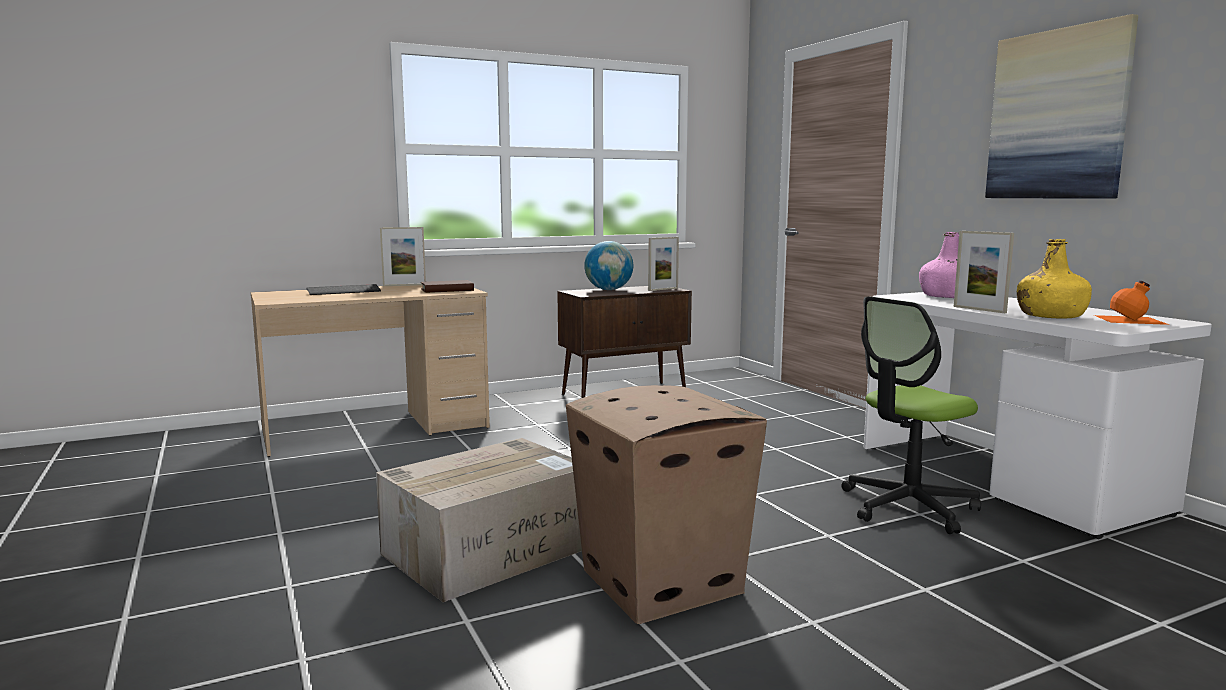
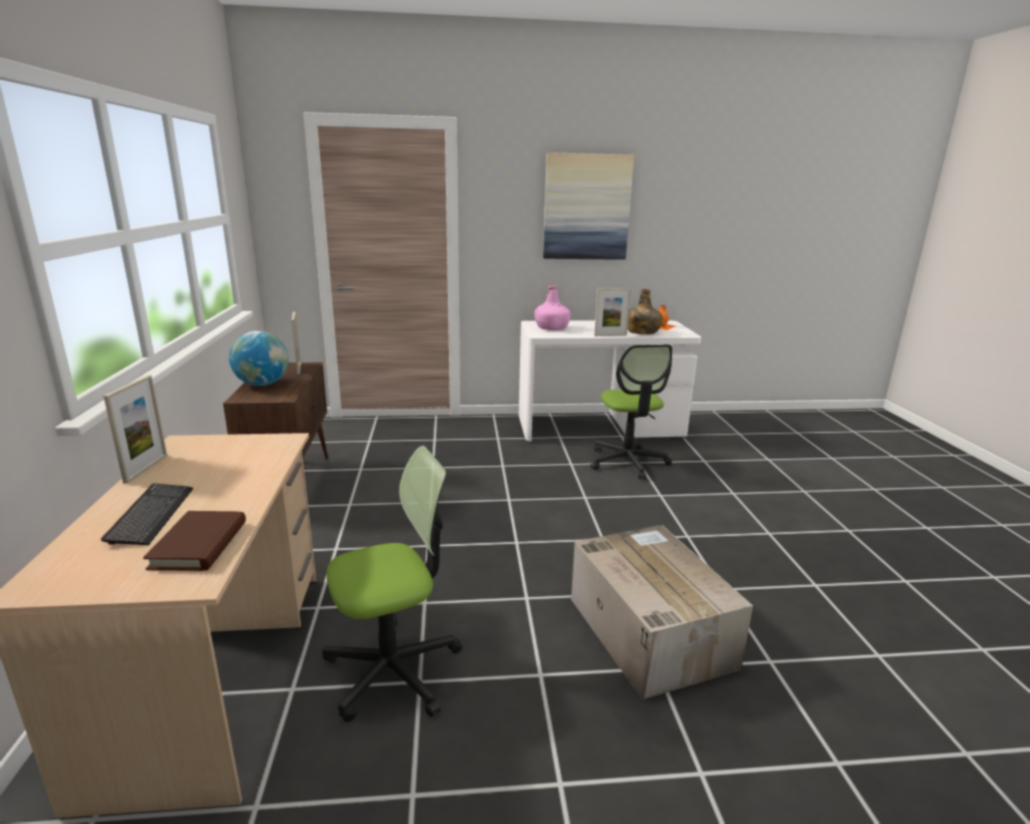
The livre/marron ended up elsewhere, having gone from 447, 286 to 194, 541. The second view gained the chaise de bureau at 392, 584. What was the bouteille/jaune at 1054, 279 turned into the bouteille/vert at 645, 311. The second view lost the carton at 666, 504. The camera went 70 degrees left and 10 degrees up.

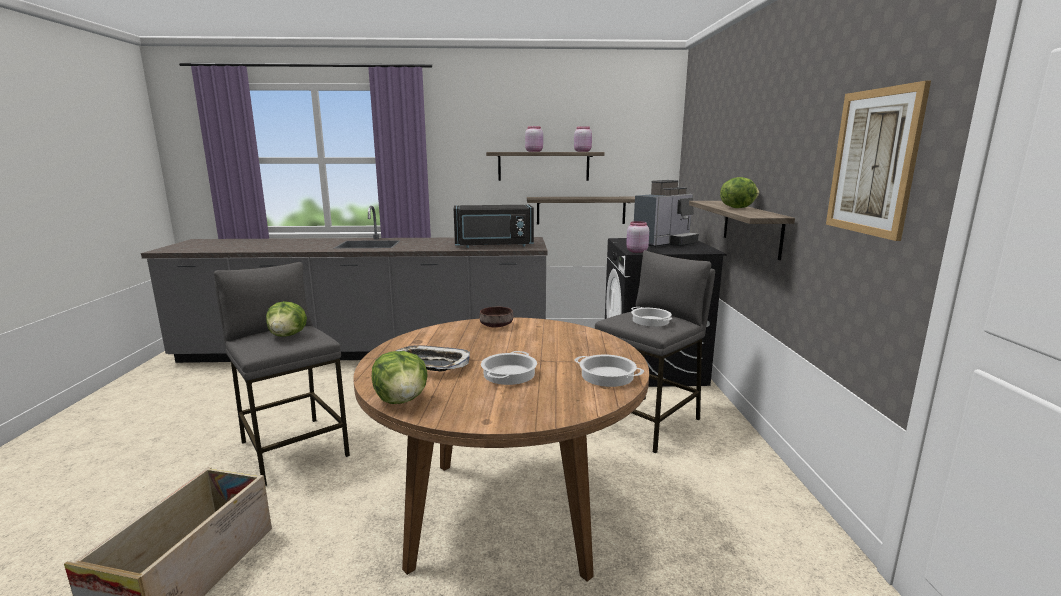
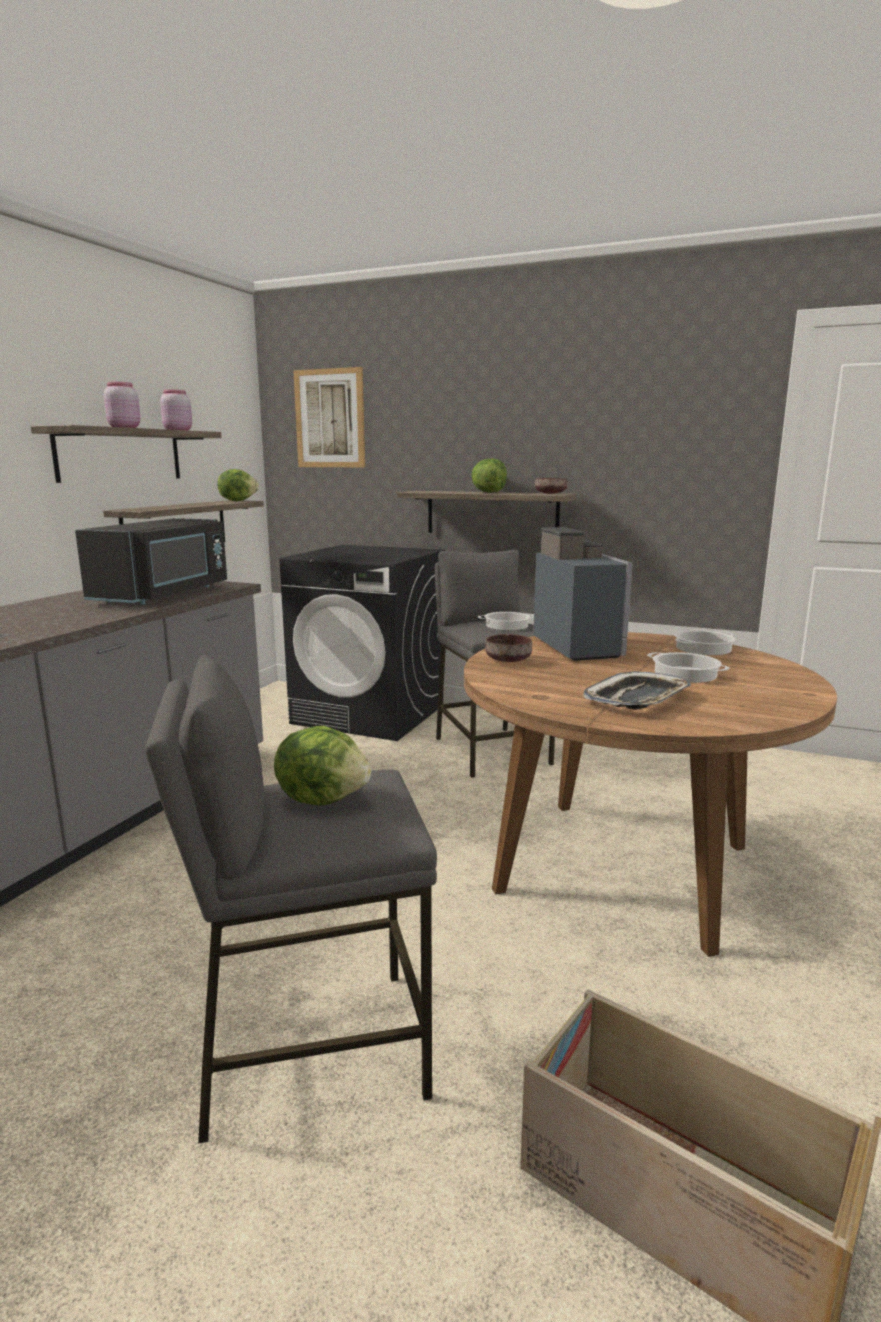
The laitue ended up elsewhere, having gone from 400, 377 to 238, 485. The tableau ended up elsewhere, having gone from 878, 161 to 329, 417. The machine à café ended up elsewhere, having gone from 666, 213 to 583, 594. The second view gained the bol/marron at 551, 486. The second view lost the bocal/rose at 637, 237. The camera went 65 degrees left and 0 degrees up.

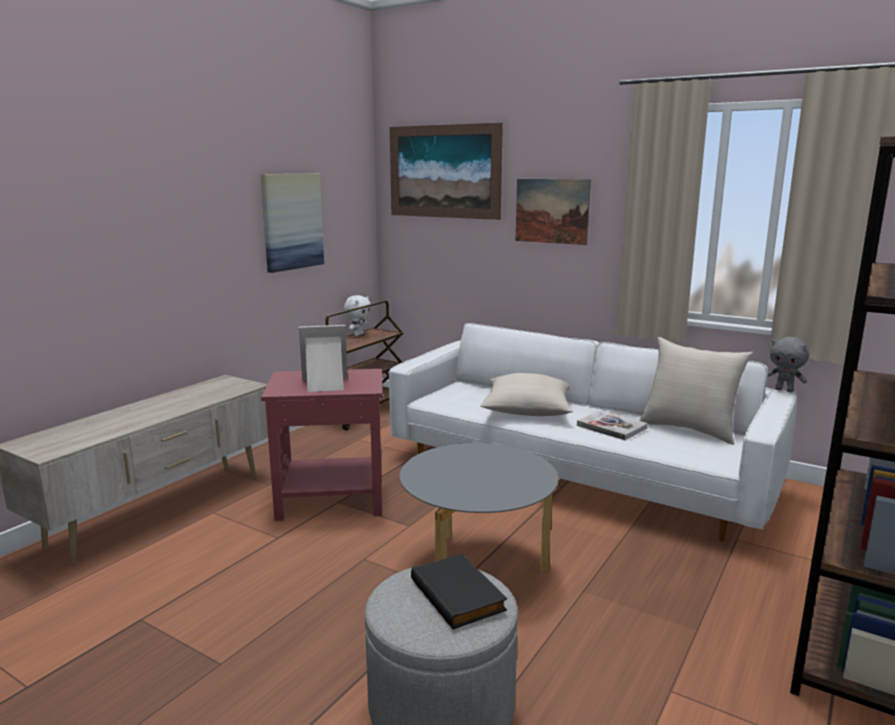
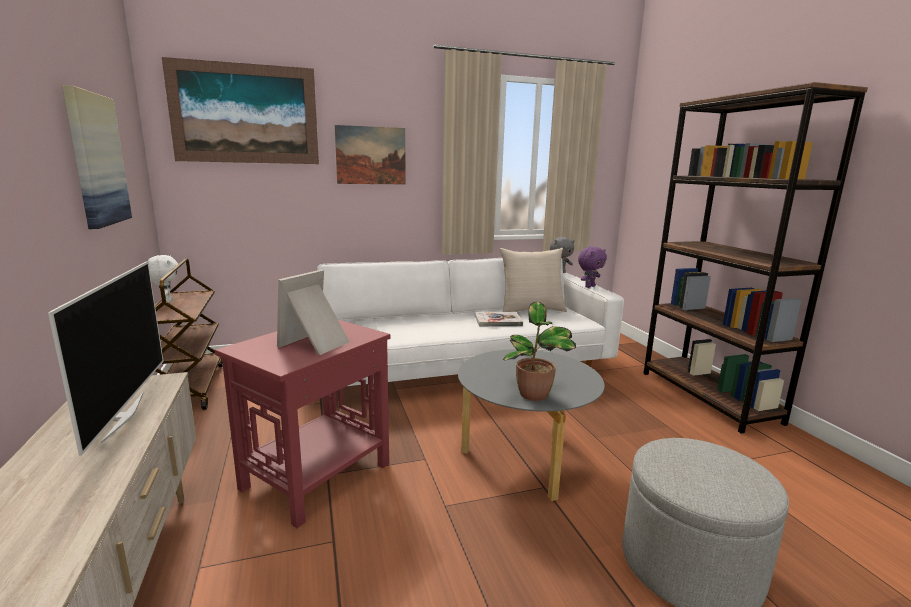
The second view gained the téléviseur at 106, 358. The second view gained the plante en pot at 539, 351. The second view gained the peluche/violet at 592, 267. The second view lost the livre/noir at 459, 591. The second view lost the coussin/beige at 526, 394. The camera went 50 degrees left and 0 degrees up.

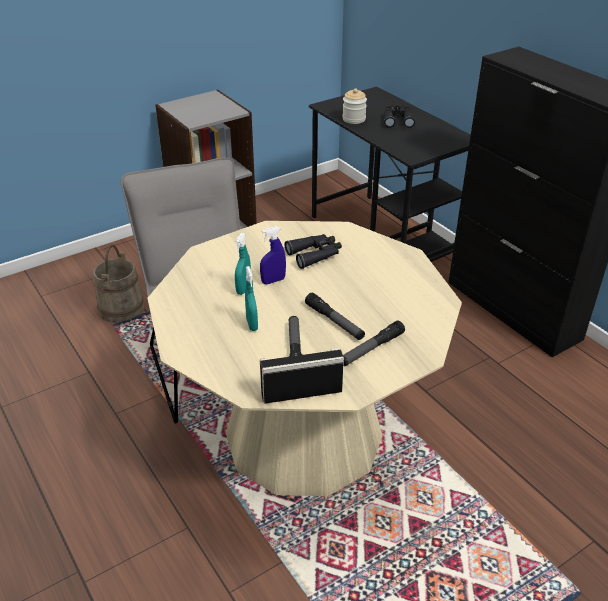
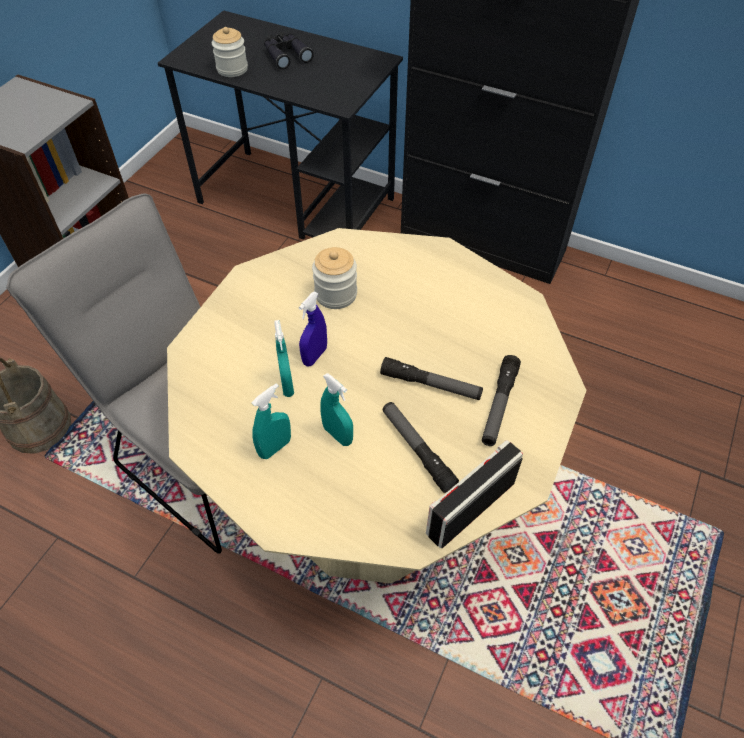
The second view gained the vaporisateur/turquoise at 271, 421. Where the jumelles/noir stood at 313, 251, the bocal came to stand at 334, 278. The camera went 30 degrees left and 15 degrees up.

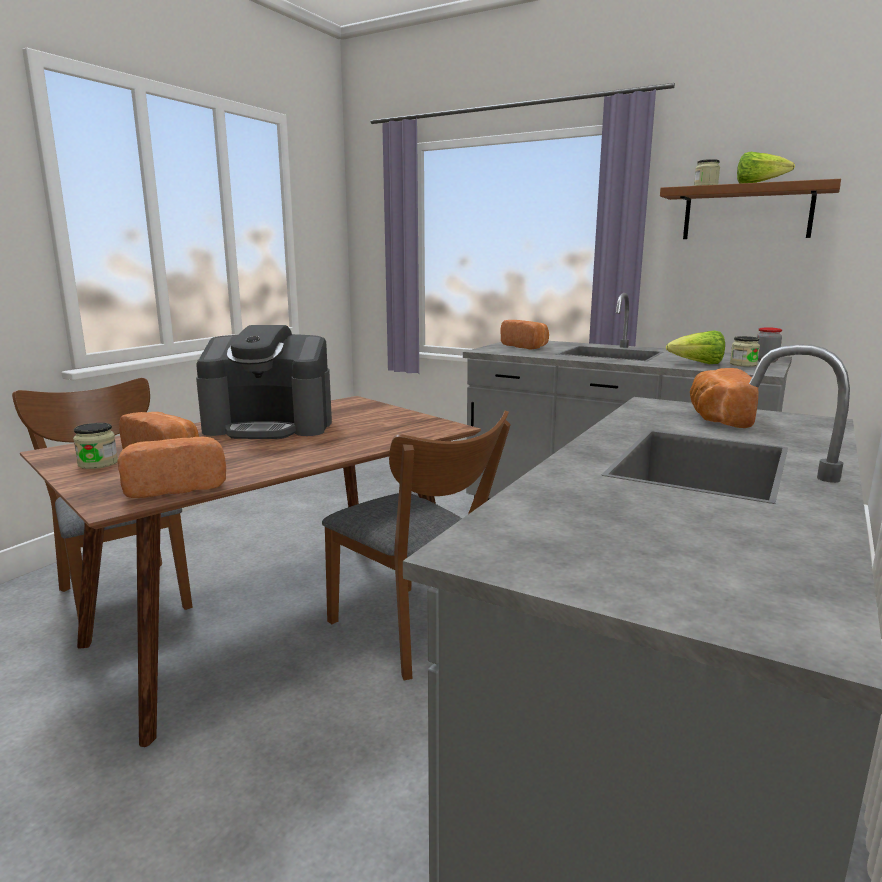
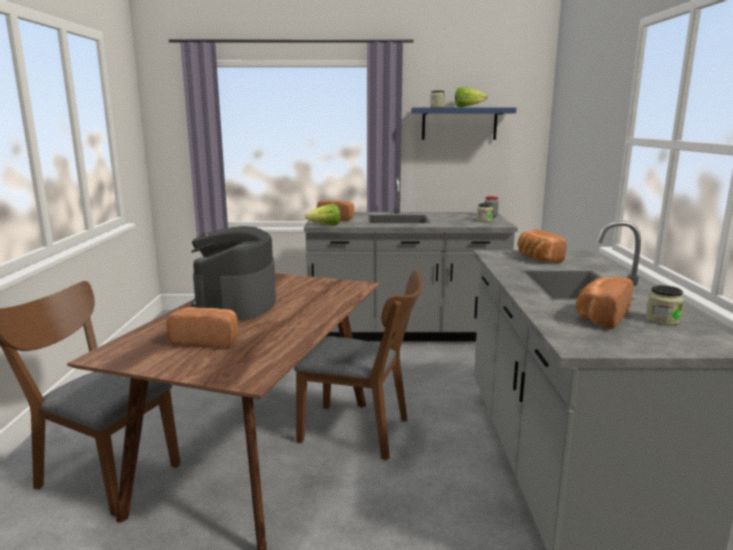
The machine à café at 264, 382 ended up facing another way, 120 degrees clockwise from before. The laitue ended up elsewhere, having gone from 695, 347 to 323, 214. What was the étagère/marron at 750, 209 turned into the étagère/bleu at 463, 123. The pain ended up elsewhere, having gone from 172, 467 to 604, 302. The bocal ended up elsewhere, having gone from 95, 446 to 665, 305. The camera went 30 degrees left and 0 degrees up.

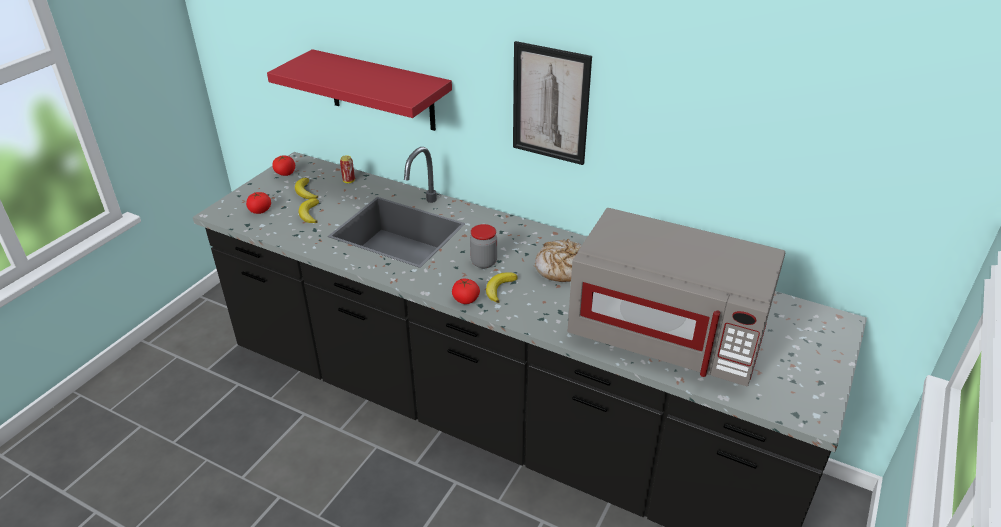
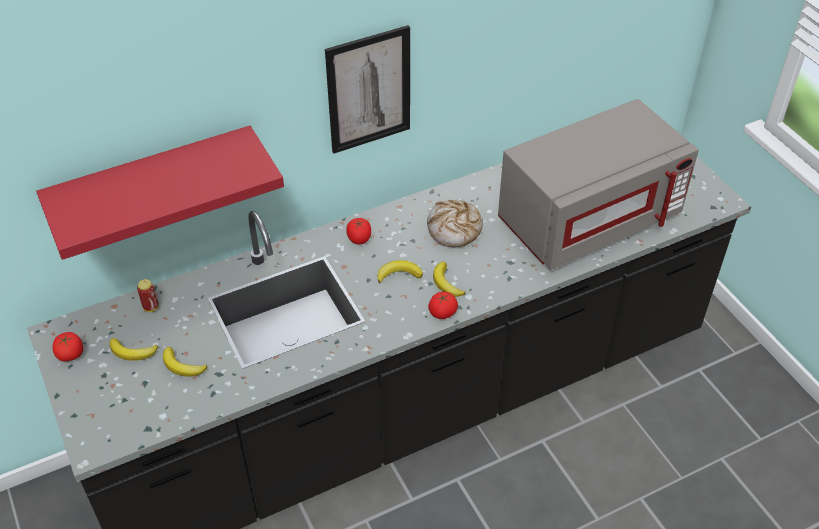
The tomate ended up elsewhere, having gone from 258, 203 to 358, 231. Where the bocal stood at 483, 246, the banane came to stand at 400, 271. The camera went 55 degrees left and 10 degrees up.

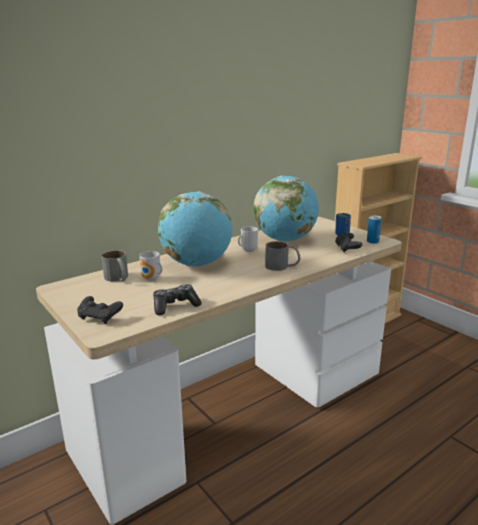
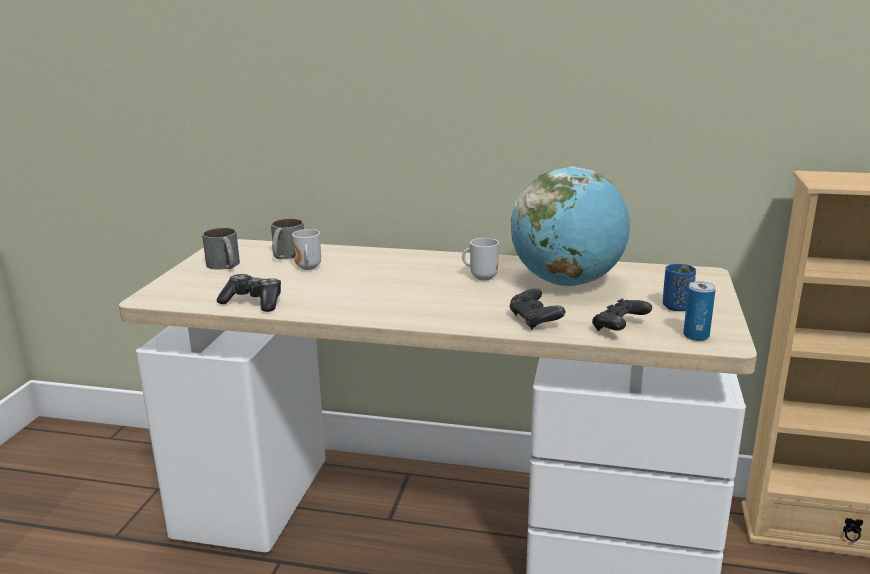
The mug/gris ended up elsewhere, having gone from 282, 256 to 221, 249. The manette/noir ended up elsewhere, having gone from 100, 310 to 537, 309. The second view lost the globe at 195, 229. The camera went 50 degrees right and 0 degrees up.

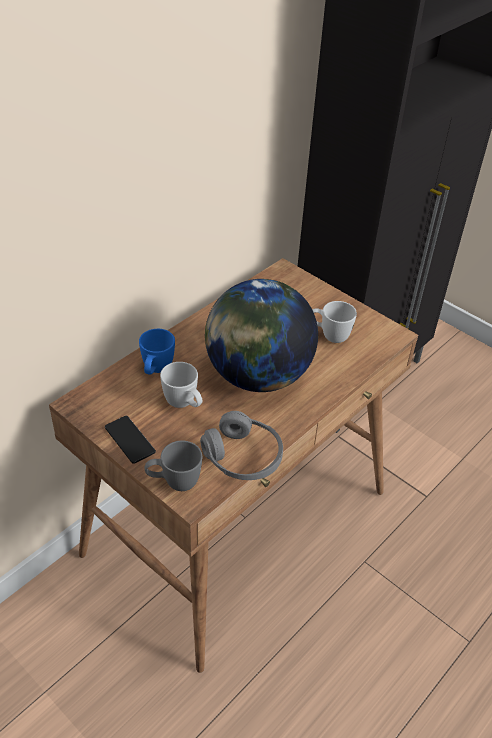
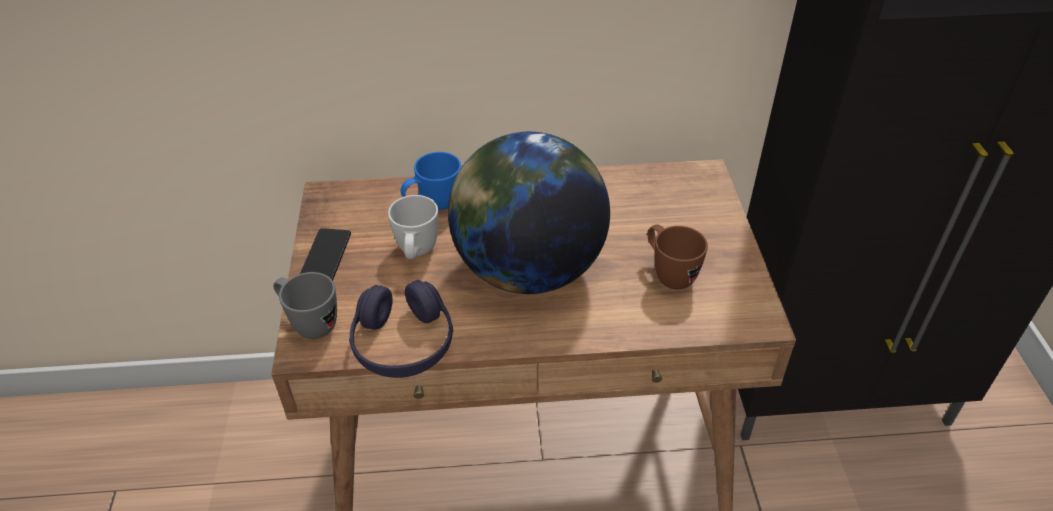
What was the casque audio/gris at 241, 445 turned into the casque audio/violet at 401, 329. What was the mug/blanc at 334, 322 turned into the mug/marron at 677, 256. The camera went 45 degrees right and 0 degrees up.

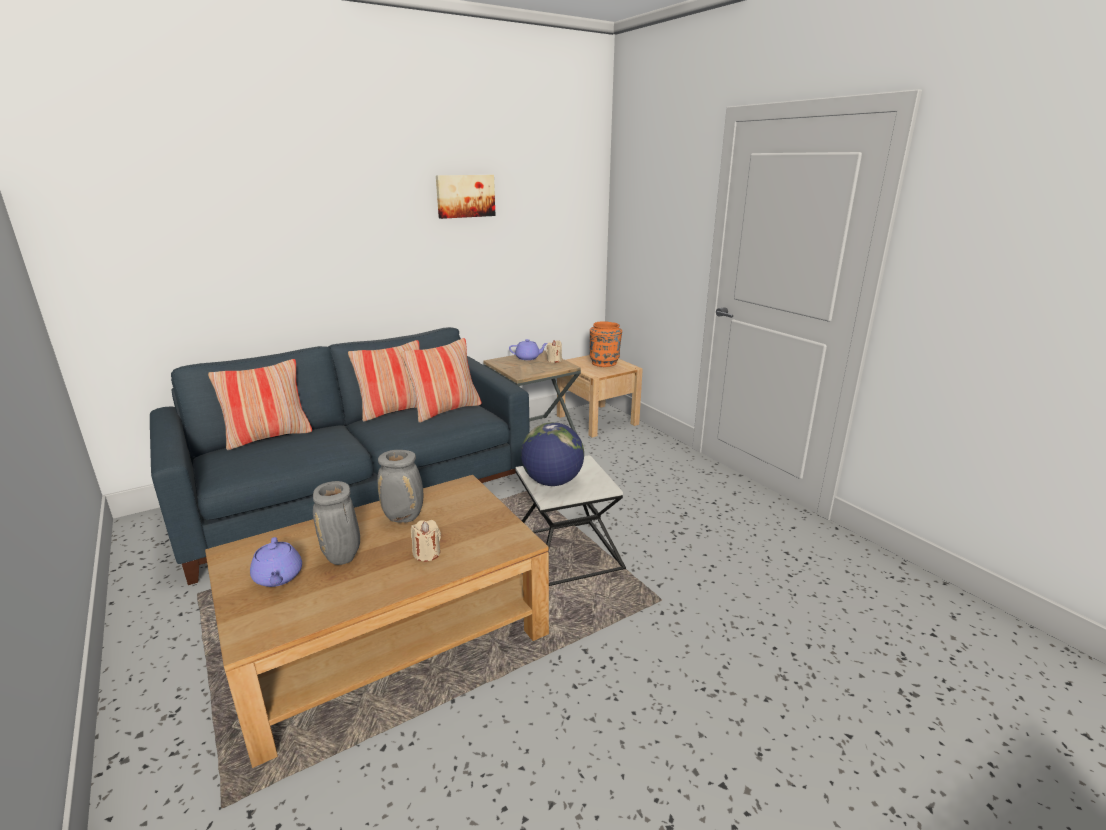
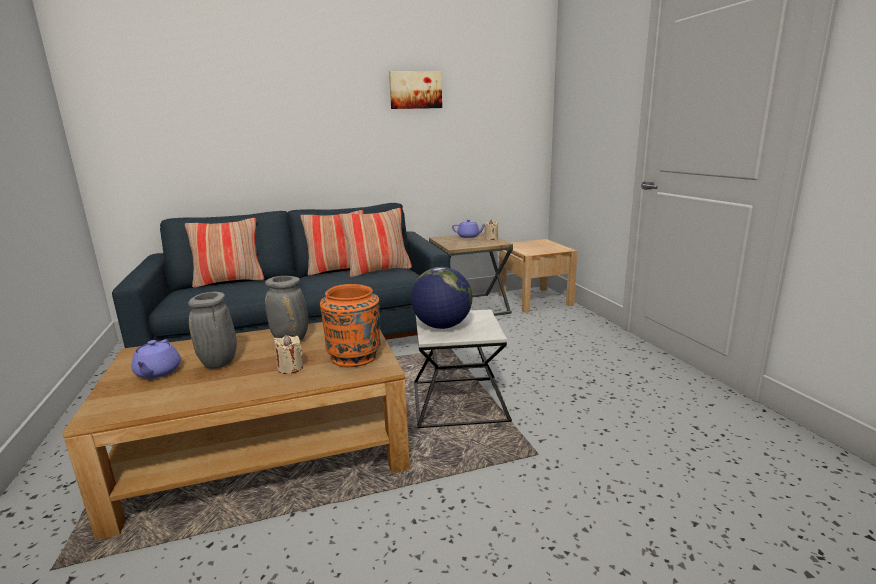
The vase/orange ended up elsewhere, having gone from 605, 344 to 350, 325. The camera went 15 degrees right and 5 degrees down.

